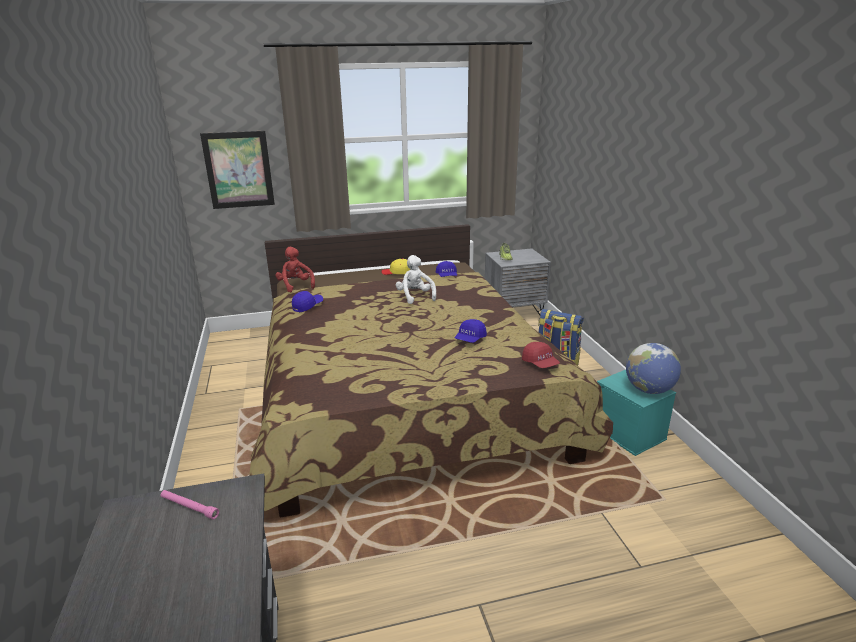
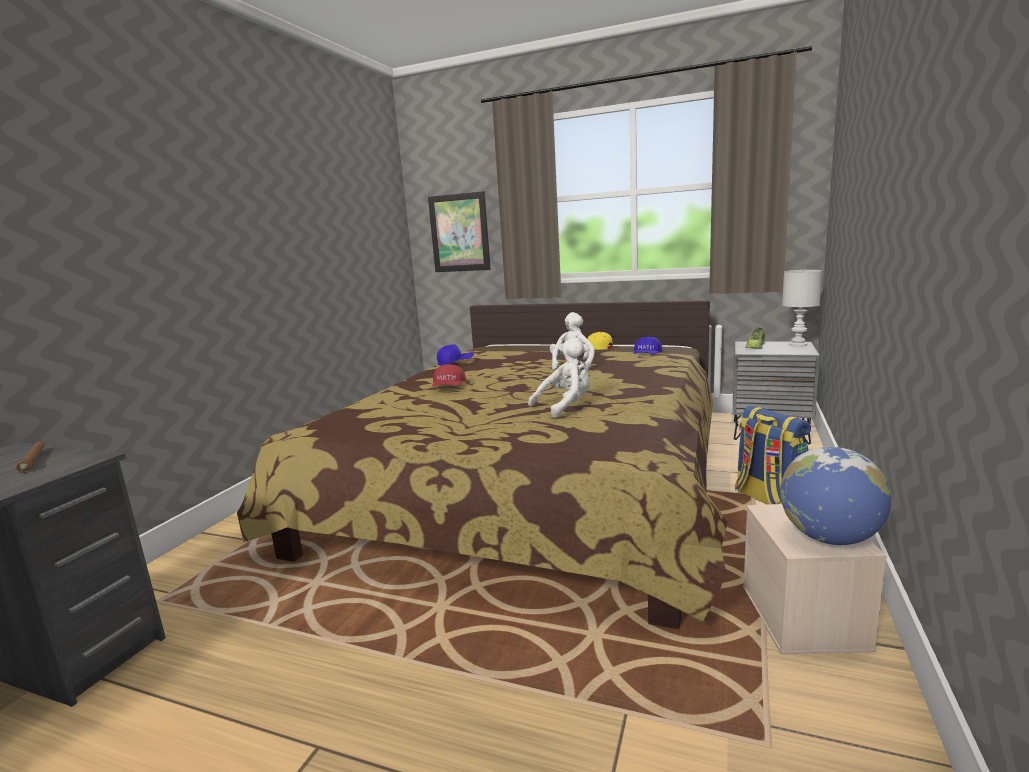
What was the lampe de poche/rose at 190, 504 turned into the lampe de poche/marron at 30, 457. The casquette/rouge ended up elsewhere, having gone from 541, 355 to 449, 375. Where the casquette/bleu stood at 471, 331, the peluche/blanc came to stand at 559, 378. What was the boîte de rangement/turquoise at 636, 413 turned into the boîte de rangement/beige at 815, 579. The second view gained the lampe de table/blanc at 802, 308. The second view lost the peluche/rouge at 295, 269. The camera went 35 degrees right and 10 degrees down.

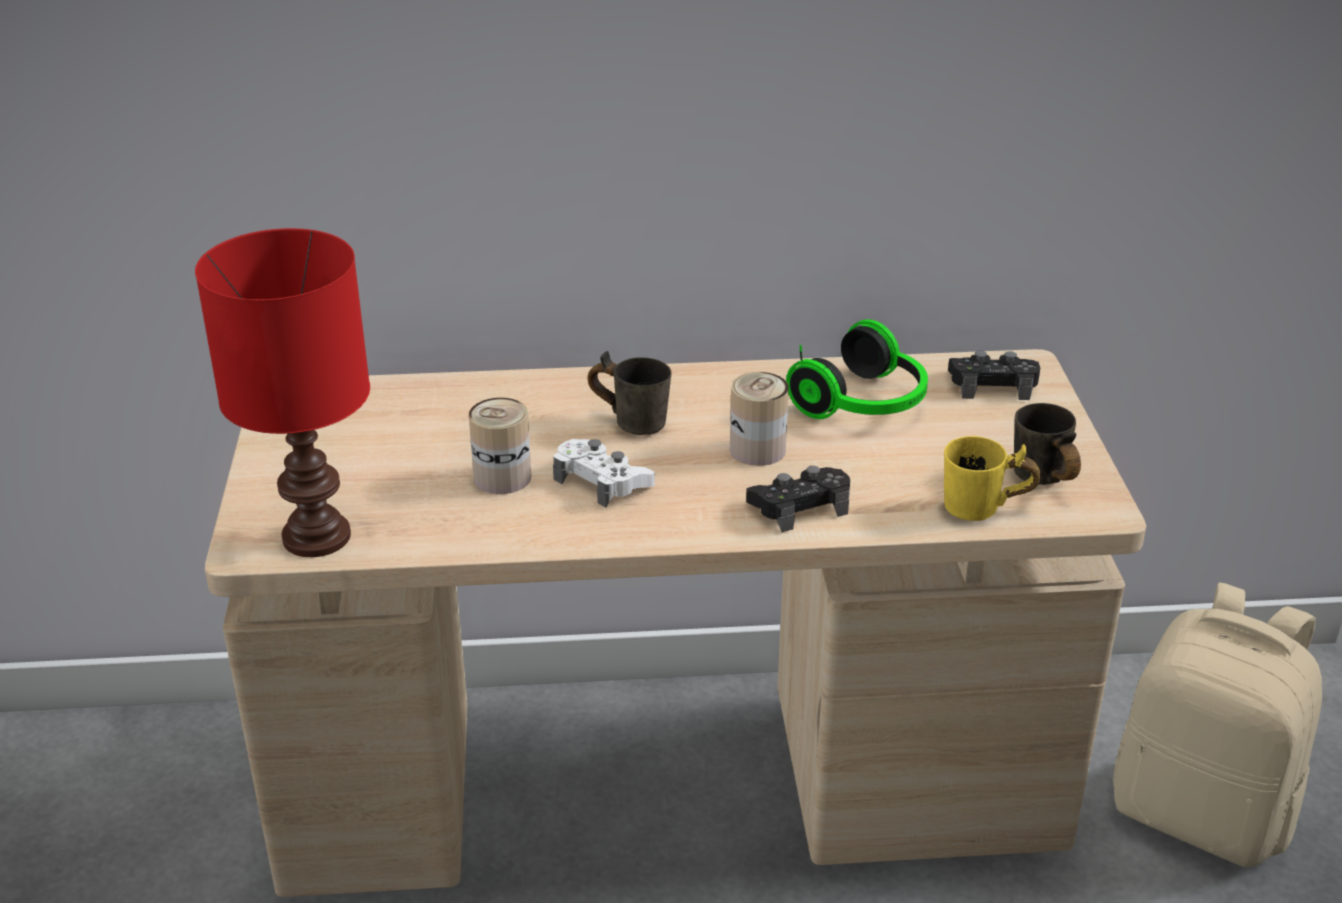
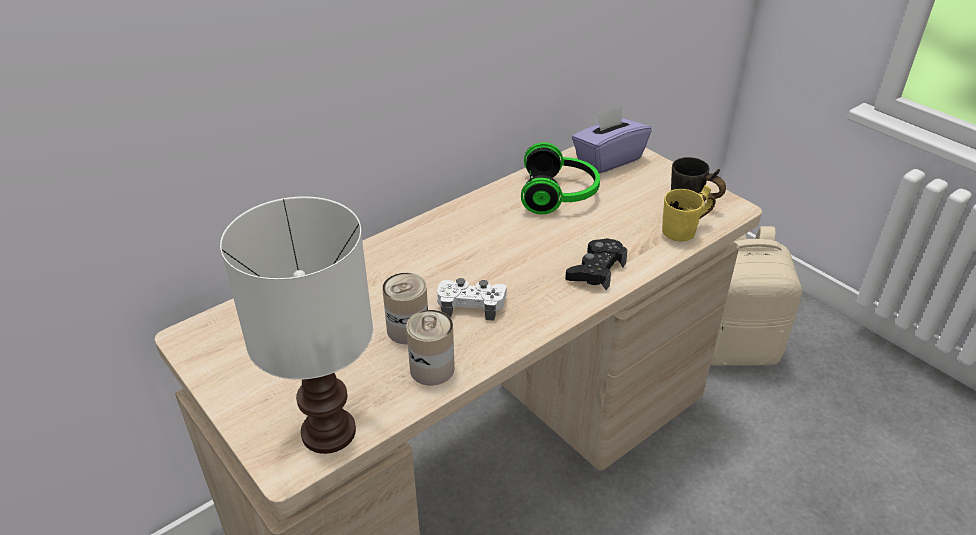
What was the lampe de table/rouge at 282, 392 turned into the lampe de table/blanc at 296, 325. The boîte métallique ended up elsewhere, having gone from 759, 419 to 430, 348. Where the manette/noir stood at 994, 375, the boîte à mouchoirs/violet came to stand at 612, 139. The second view lost the mug/gris at 629, 393. The camera went 35 degrees left and 5 degrees up.

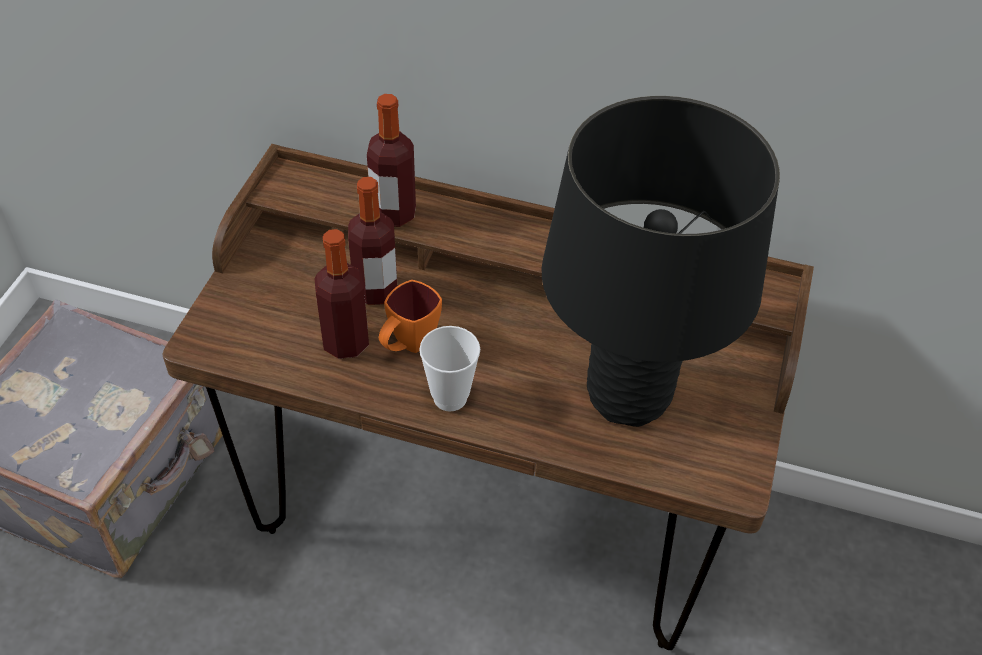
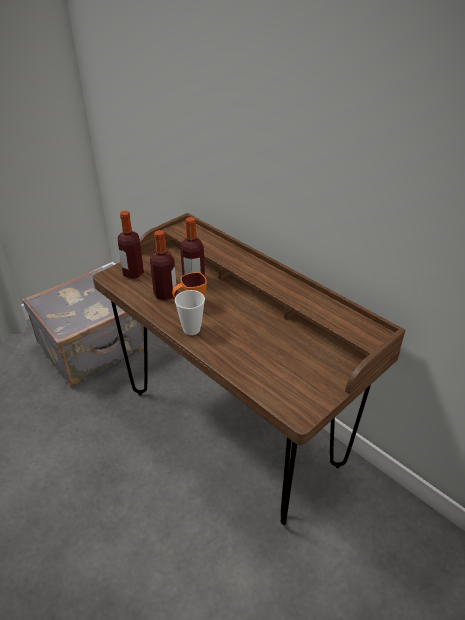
The bouteille ended up elsewhere, having gone from 391, 160 to 130, 245. The second view lost the lampe de table/noir at 661, 261. The camera went 30 degrees right and 10 degrees down.

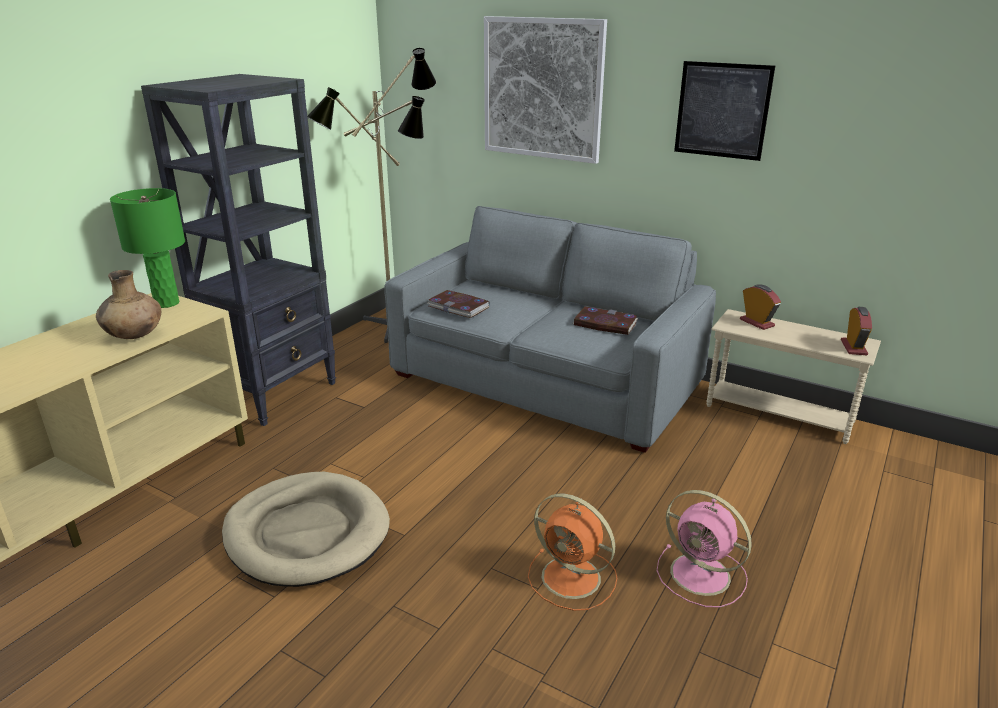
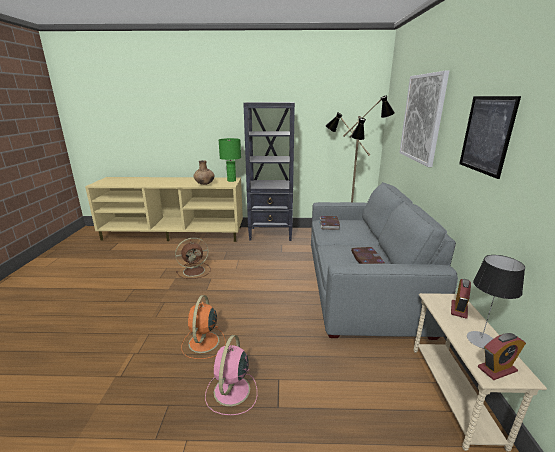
Where the panier pour chien/beige stood at 306, 529, the ventilateur/marron came to stand at 193, 258. The second view gained the lampe de table at 496, 302. The camera went 60 degrees right and 5 degrees down.

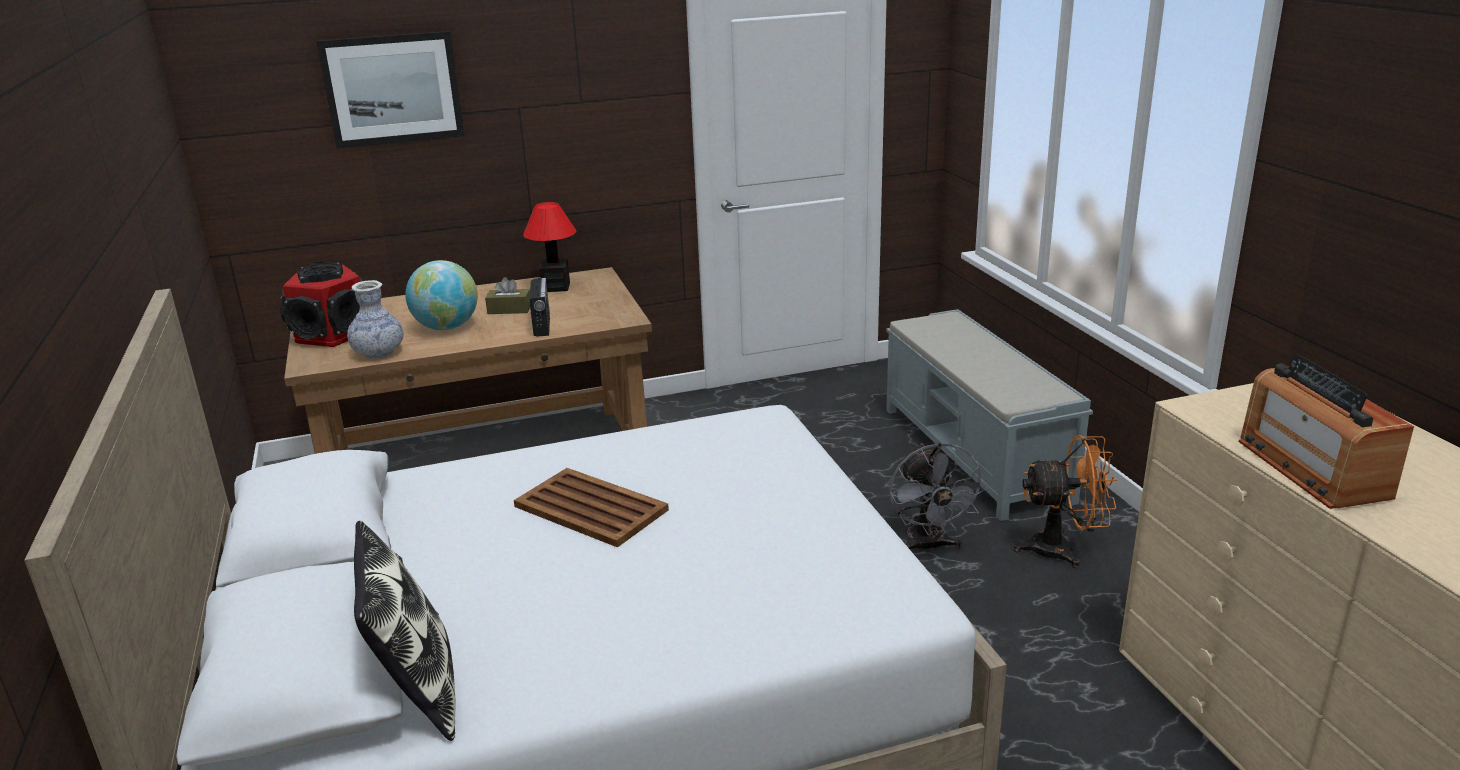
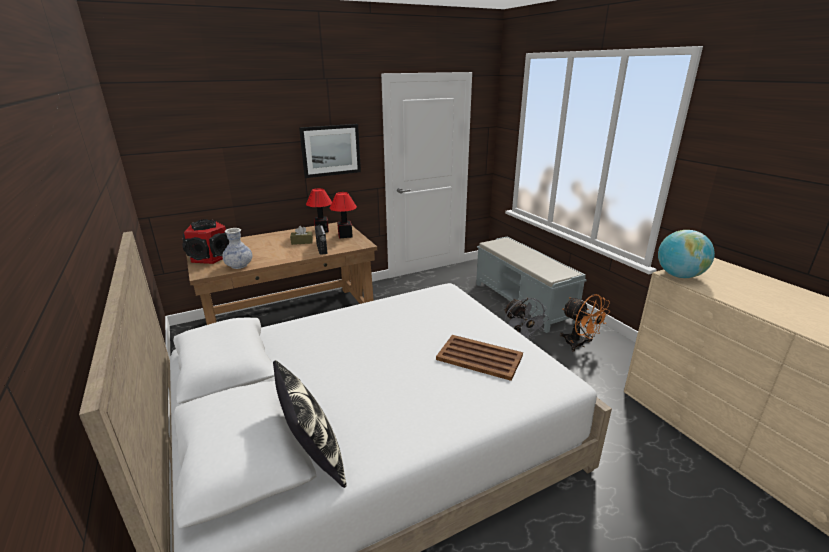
The tableau ended up elsewhere, having gone from 390, 89 to 330, 151. The second view gained the lampe de table at 343, 215. The plateau/marron ended up elsewhere, having gone from 591, 508 to 479, 358. The ventilateur/orange at 1066, 501 ended up facing another way, 60 degrees clockwise from before. The globe ended up elsewhere, having gone from 441, 295 to 686, 254. The second view lost the radio at 1326, 431. The camera went 10 degrees left and 0 degrees up.

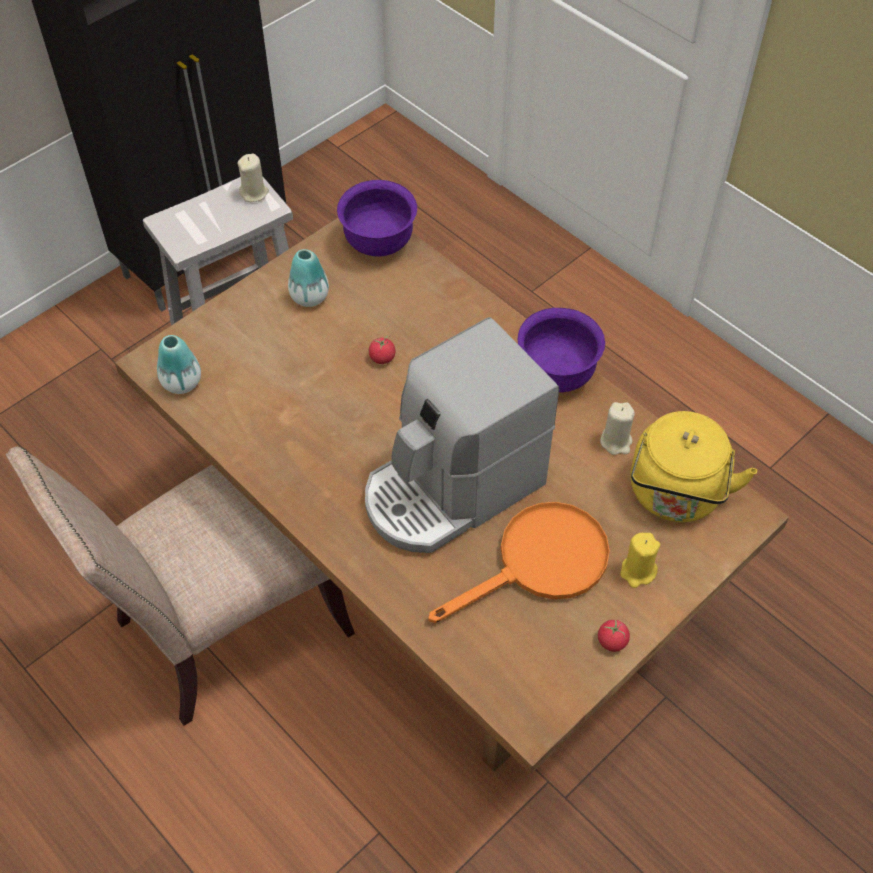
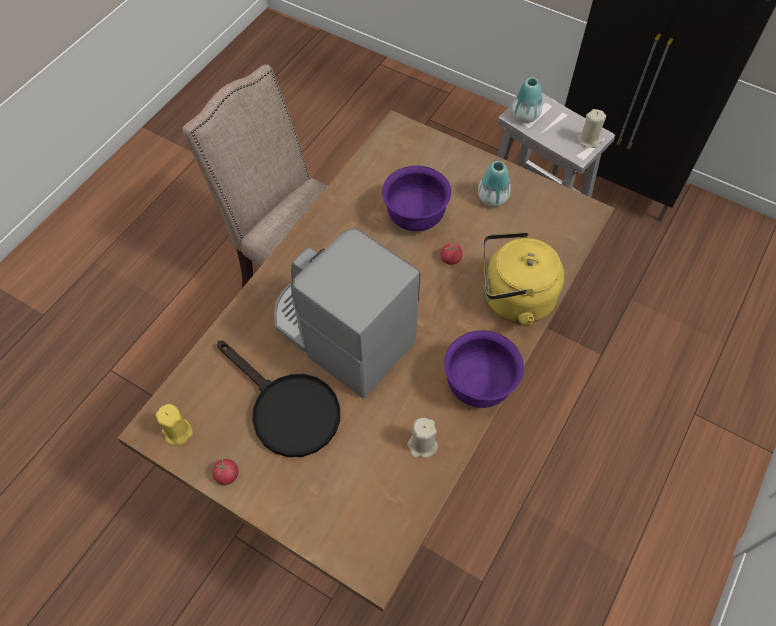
The bougie/jaune ended up elsewhere, having gone from 640, 560 to 174, 425. What was the poêle/orange at 519, 562 turned into the poêle/noir at 278, 399. The bol/violet ended up elsewhere, having gone from 377, 218 to 416, 198. The bouilloire/jaune ended up elsewhere, having gone from 694, 466 to 524, 279. The vase ended up elsewhere, having gone from 179, 364 to 527, 100. The camera went 75 degrees right and 5 degrees up.

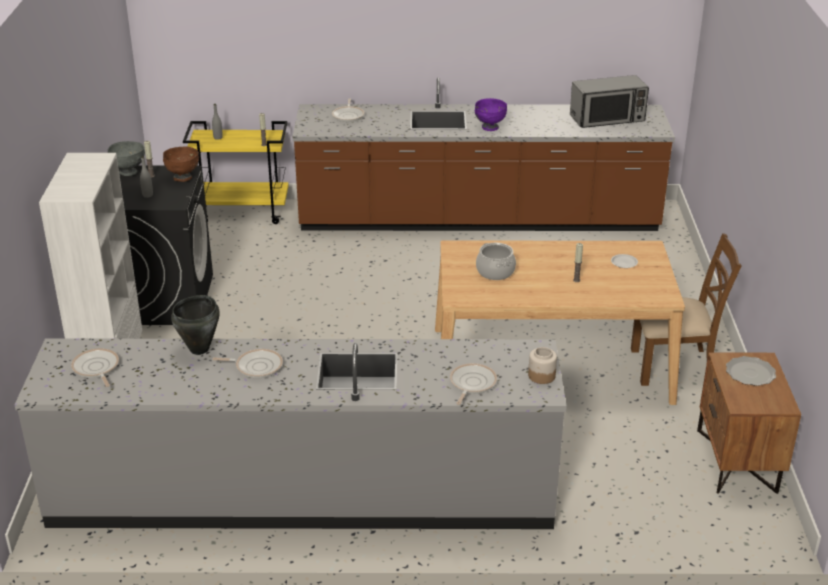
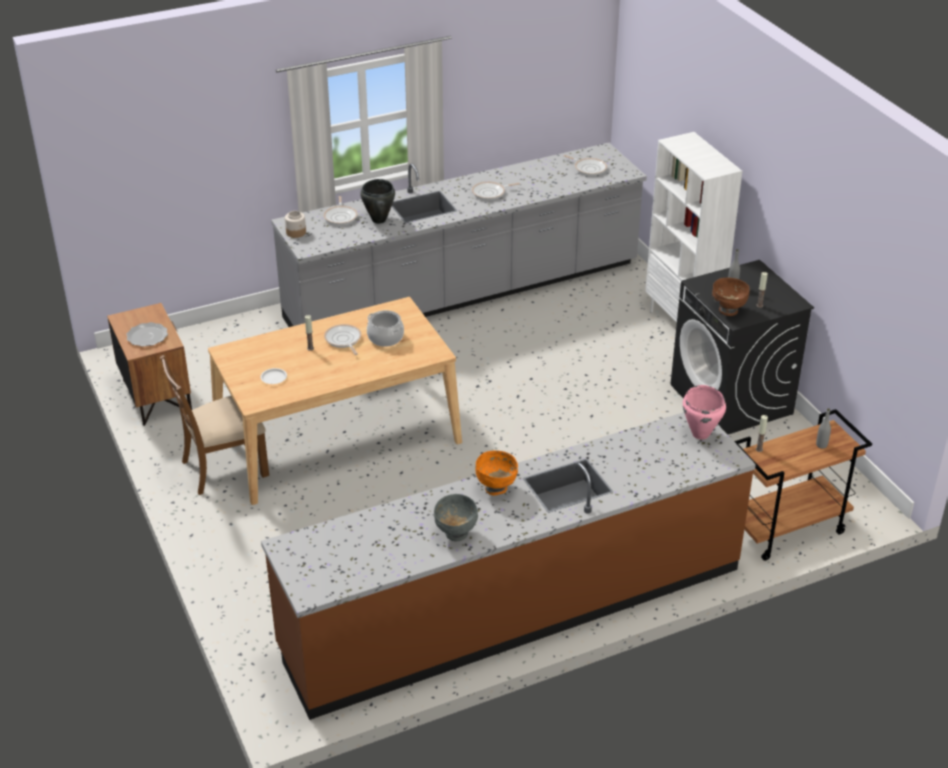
The poêle ended up elsewhere, having gone from 348, 110 to 342, 339. The marmite/noir ended up elsewhere, having gone from 195, 325 to 377, 201. The bol/gris ended up elsewhere, having gone from 126, 158 to 456, 517. What was the bol/violet at 491, 114 turned into the bol/orange at 496, 473. The second view gained the marmite/rose at 704, 412. What was the chariot/jaune at 236, 172 turned into the chariot/marron at 803, 485. The second view lost the micro-ondes at 609, 101. The camera went 155 degrees right and 5 degrees up.

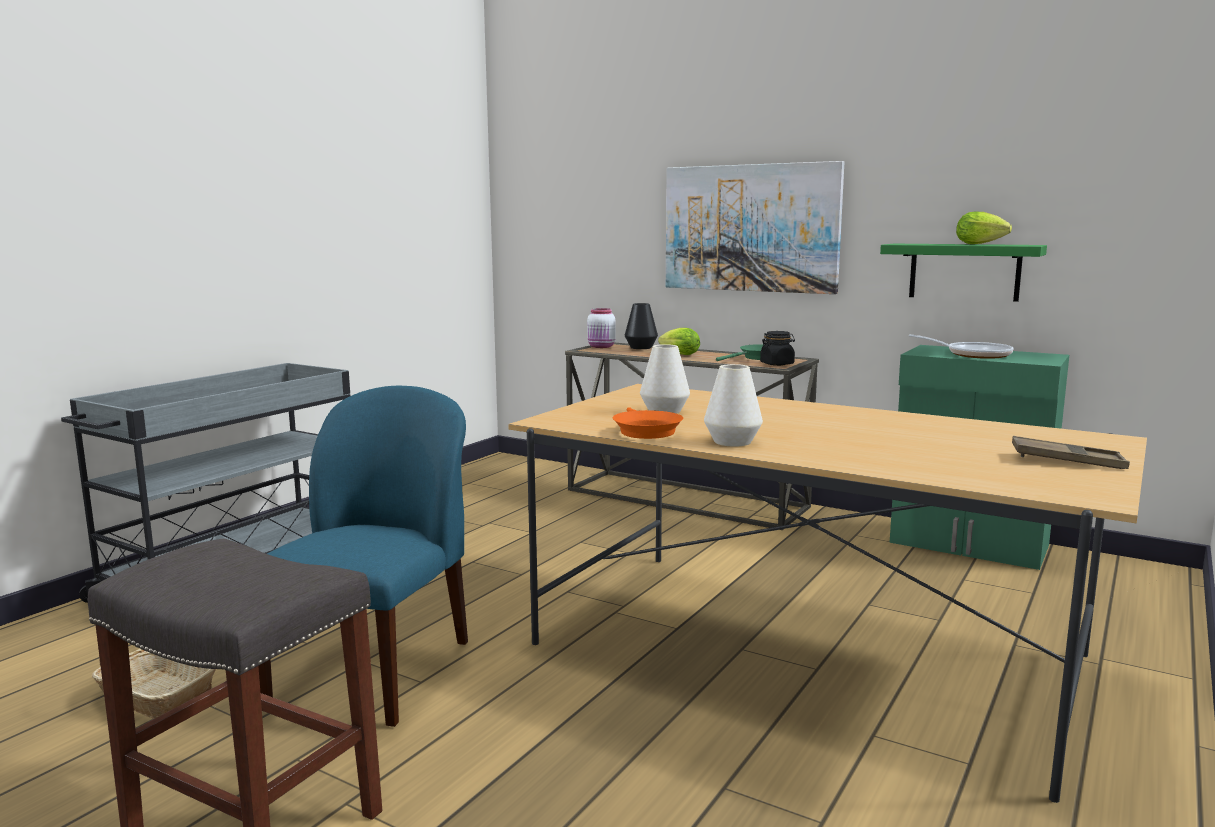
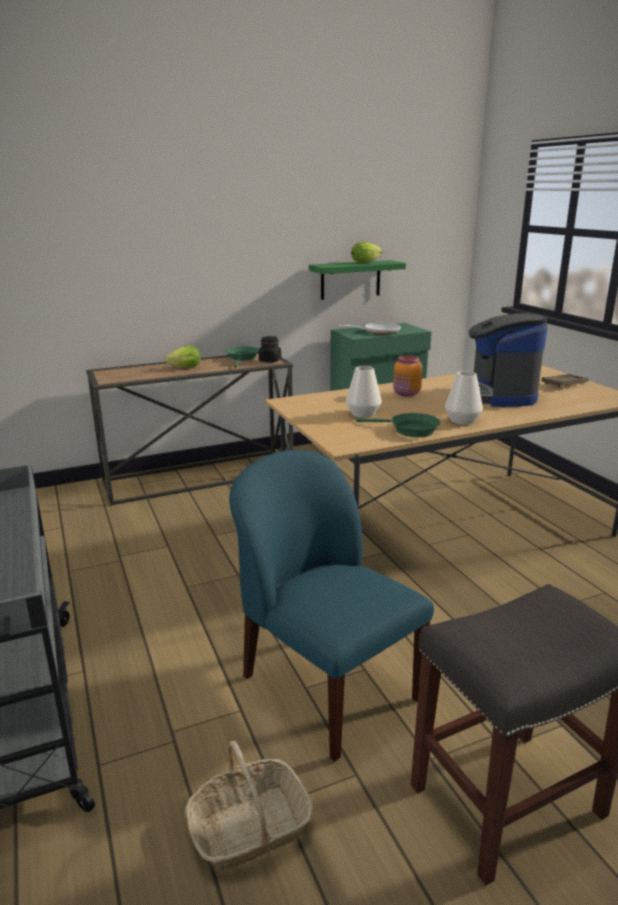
What was the poêle/orange at 648, 423 turned into the poêle/vert at 398, 425. The second view gained the bocal/orange at 407, 376. The second view gained the machine à café at 508, 360. The second view lost the bocal/blanc at 601, 328. The second view lost the vase/noir at 641, 326. The second view lost the tableau at 755, 227. The camera went 55 degrees left and 10 degrees up.

